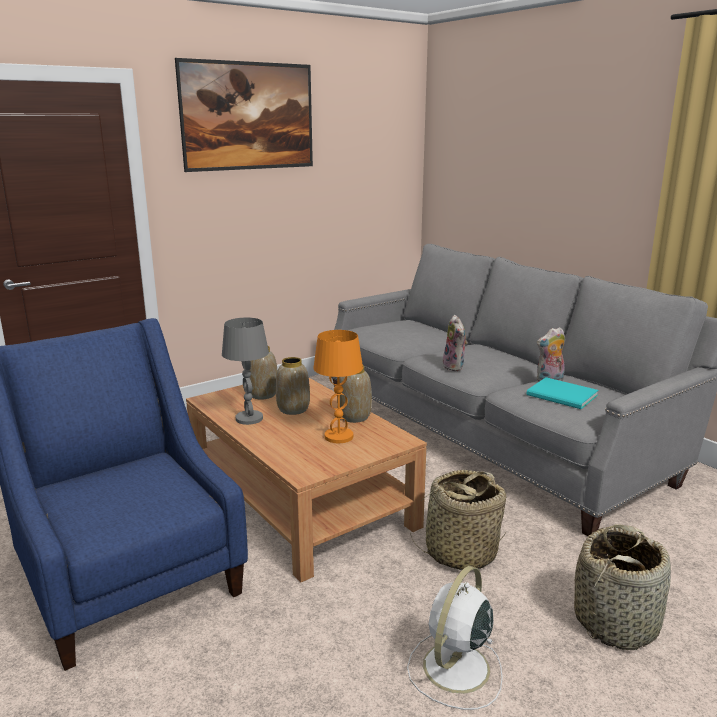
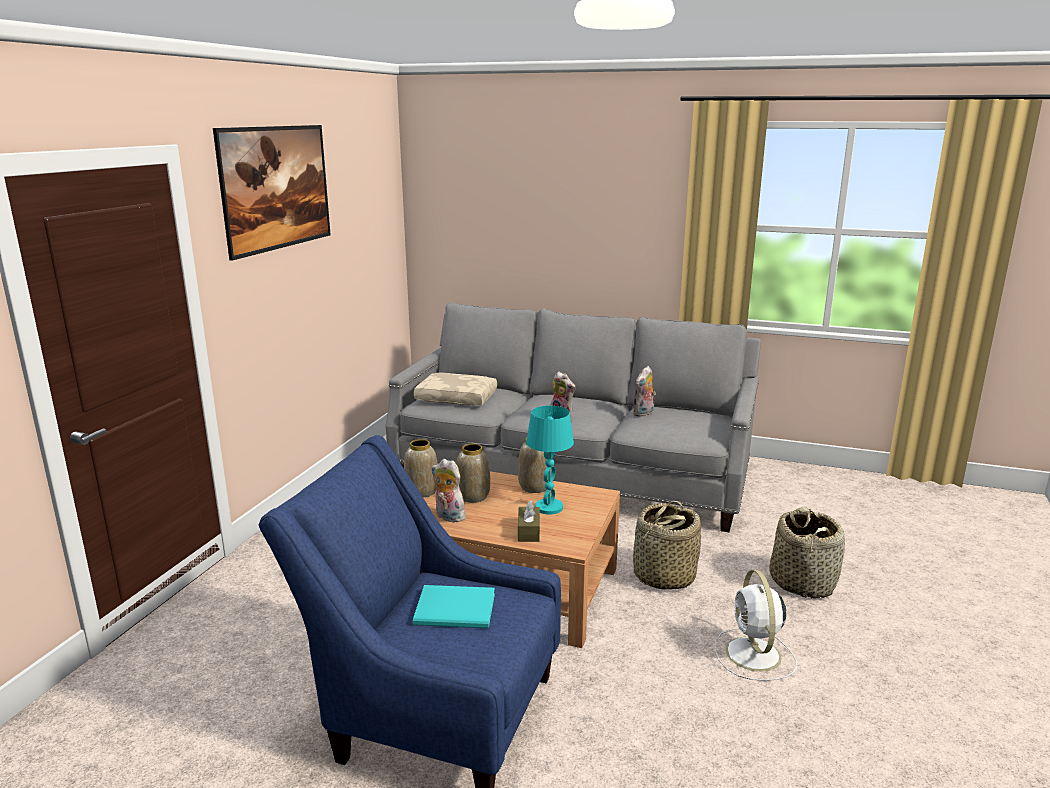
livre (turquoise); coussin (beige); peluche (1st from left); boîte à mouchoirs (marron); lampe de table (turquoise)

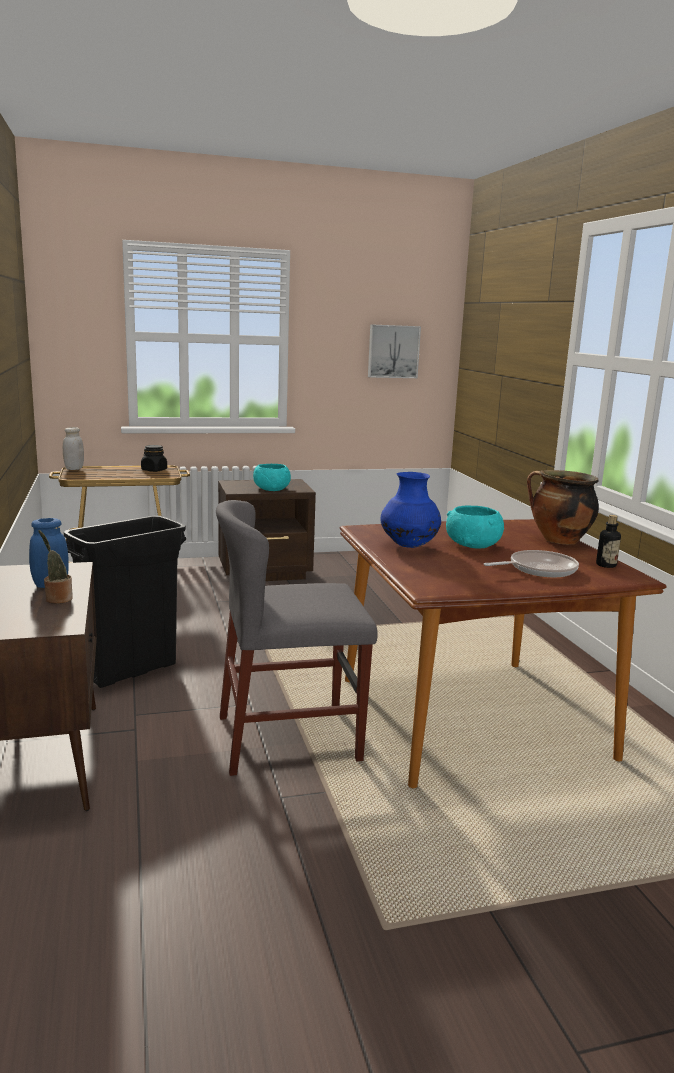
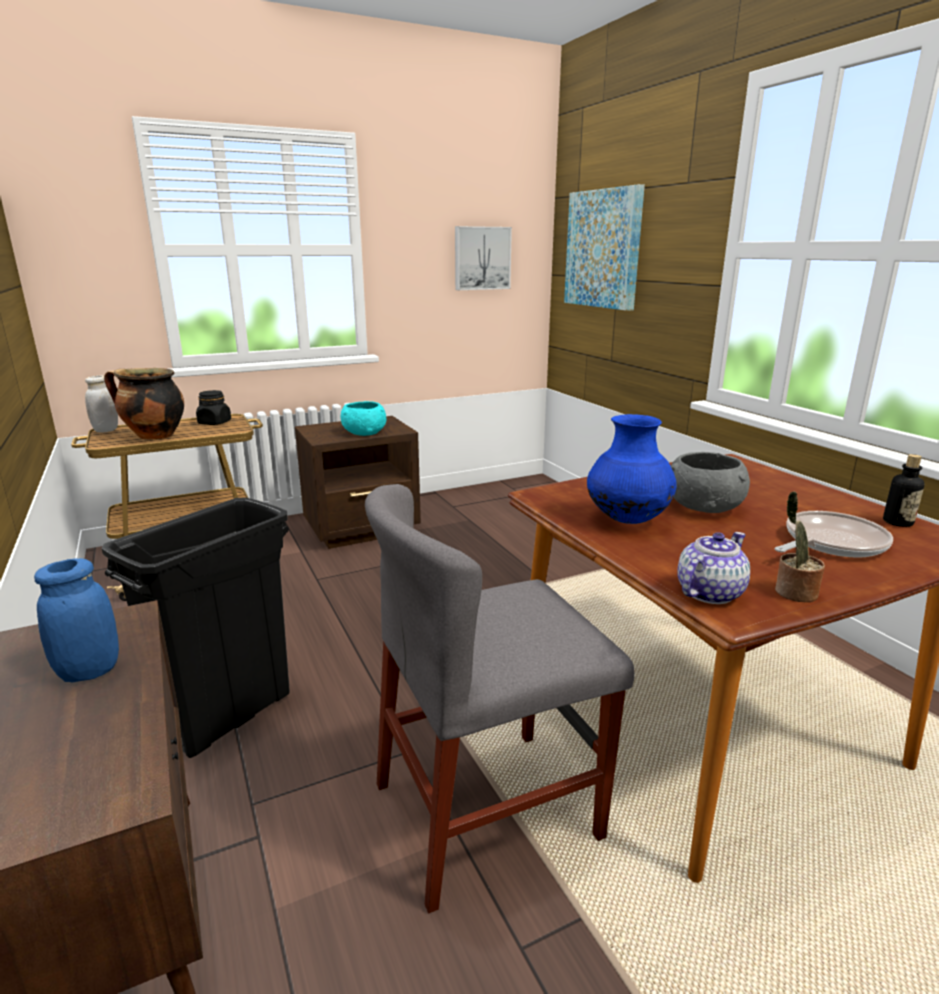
marmite; tableau (2nd from left); bol (gris); théière; plante en pot

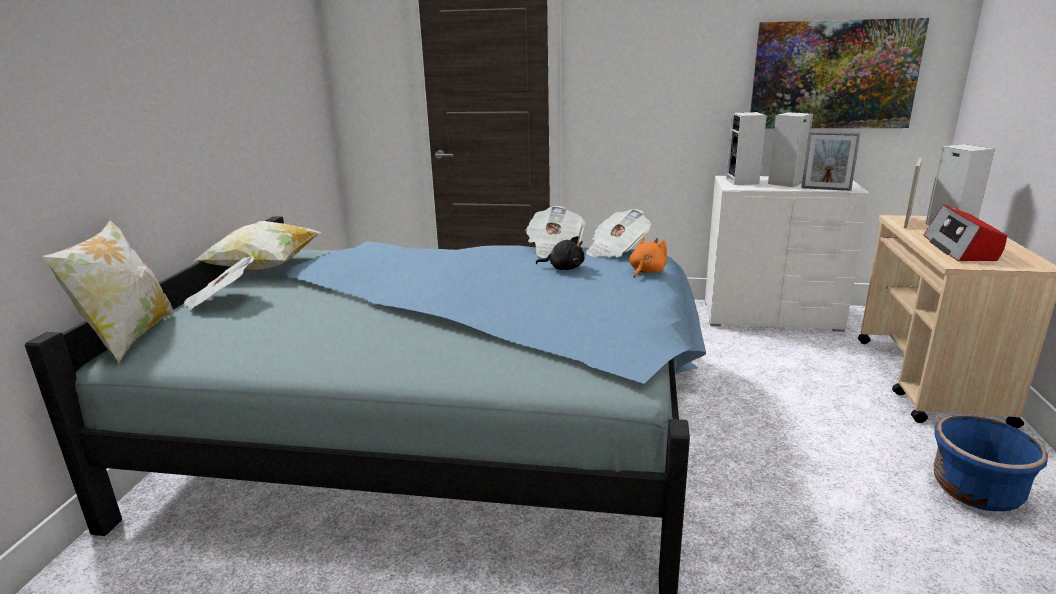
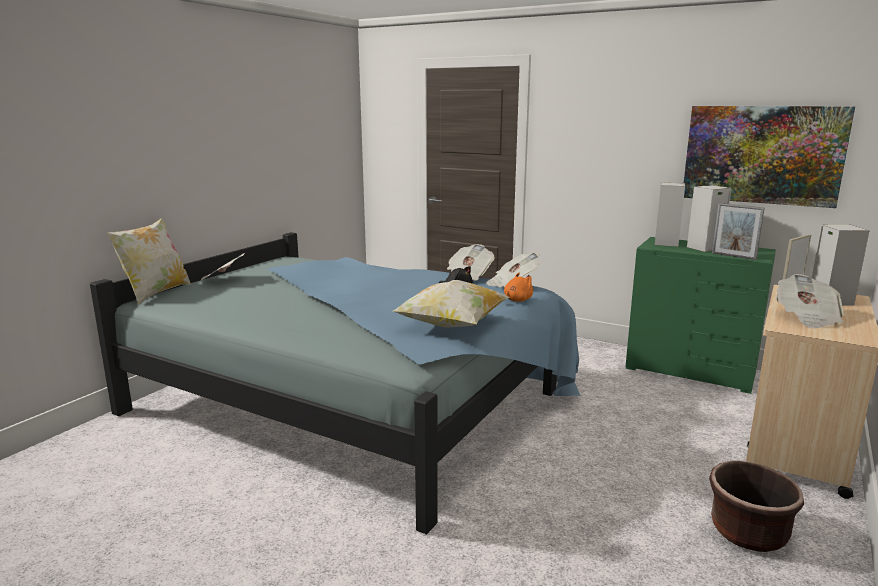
coussin (2nd from left); commode (vert); cache-pot (marron); journal (4th from left)

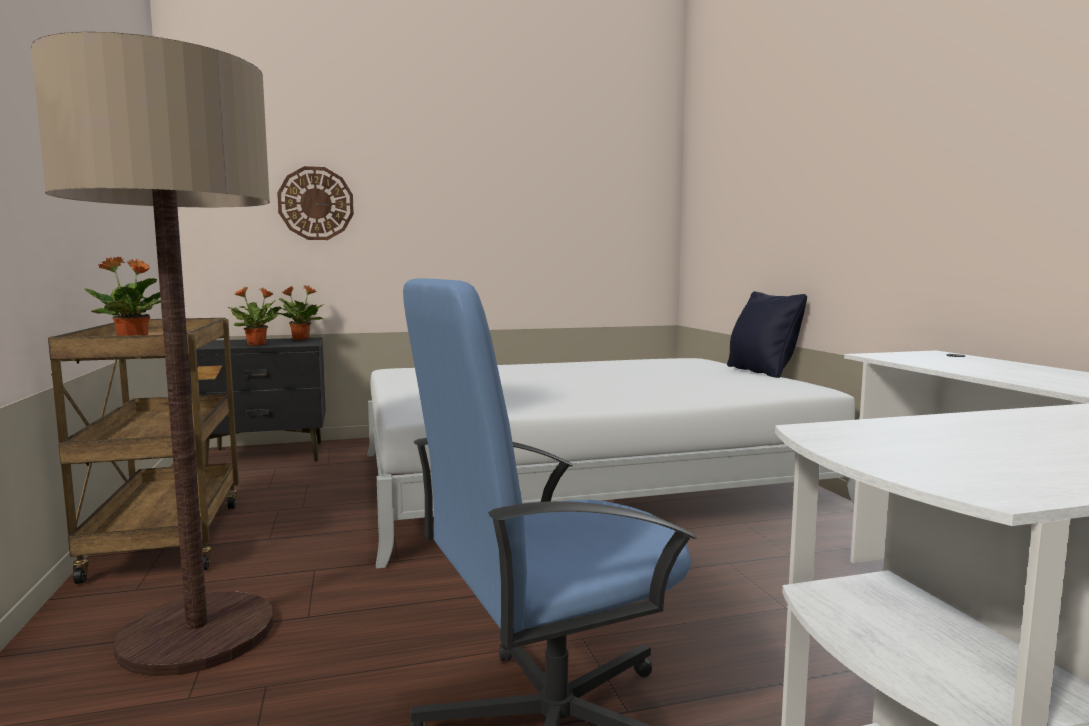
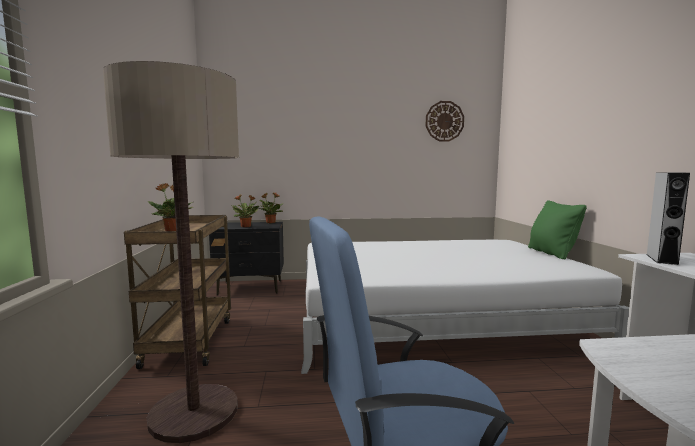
horloge murale; coussin (vert); enceinte (gris)

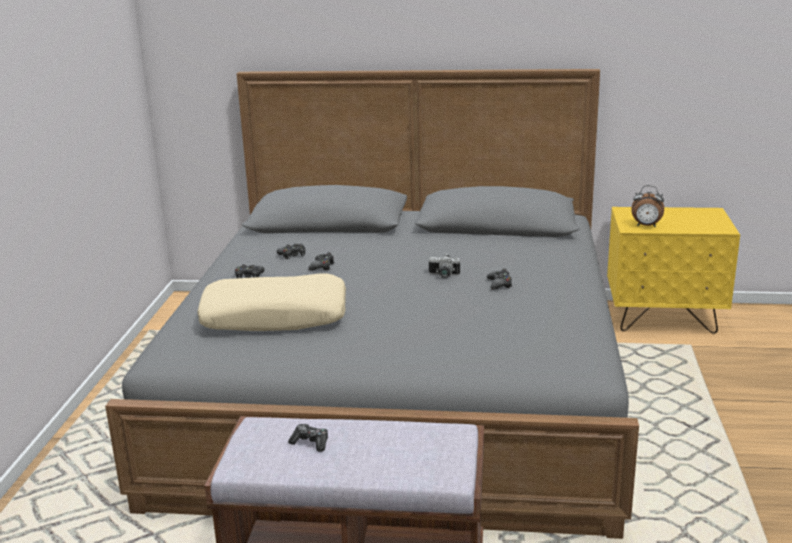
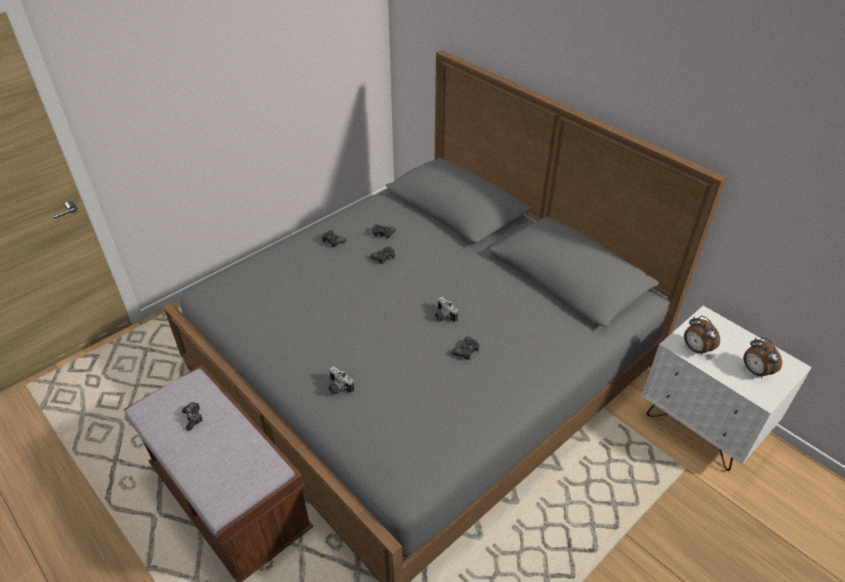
appareil photo (1st from left); table de chevet (blanc); réveil (2nd from left); coussin (beige)

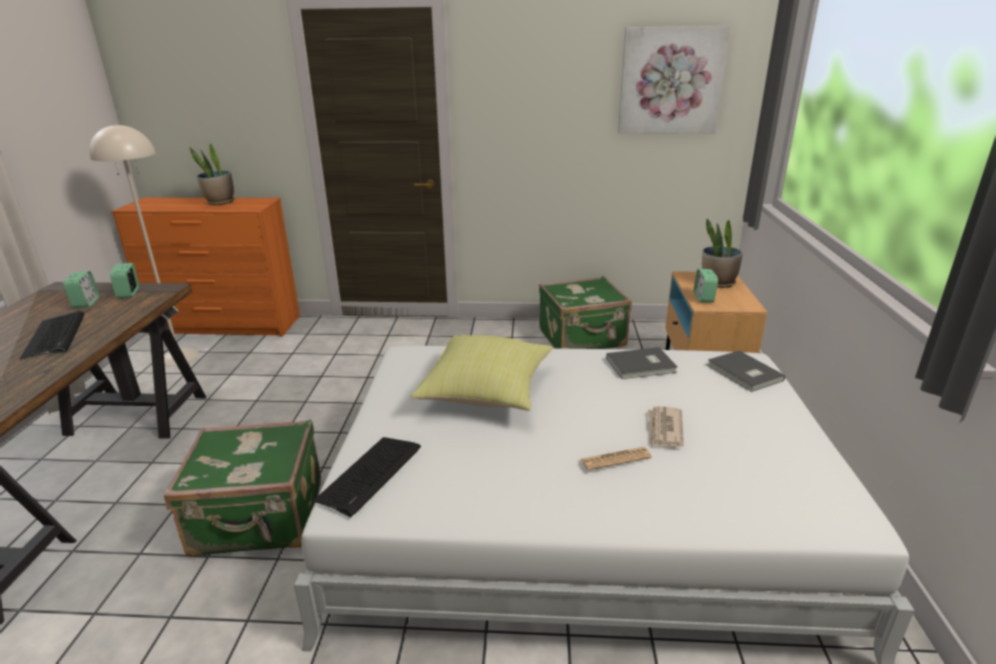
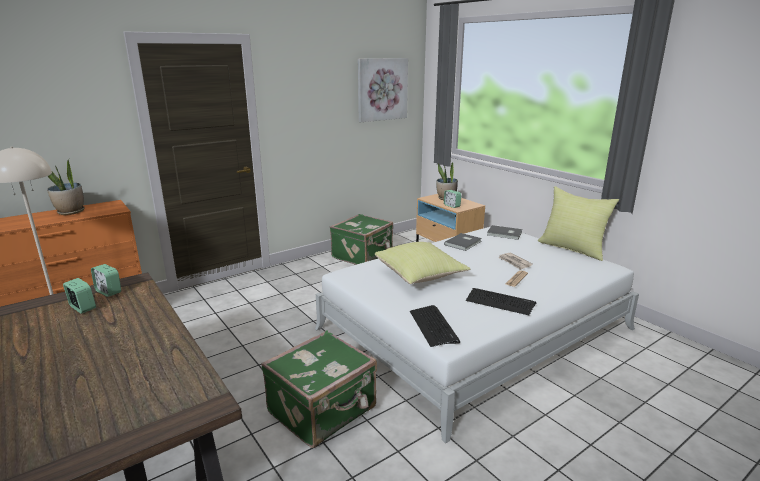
clavier (2nd from left); coussin (jaune) (2nd from left)

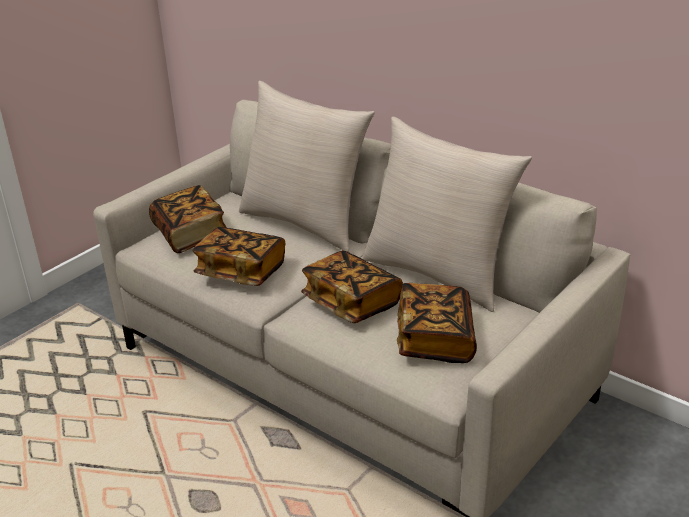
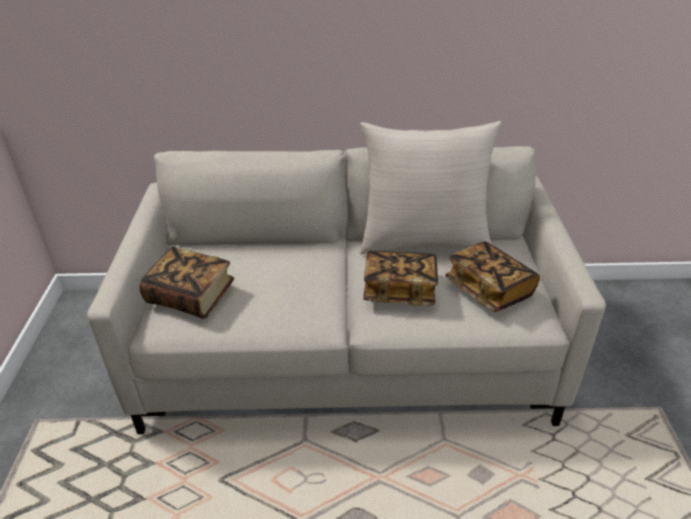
livre (2nd from left in the first image); coussin (beige) (1st from left in the first image)

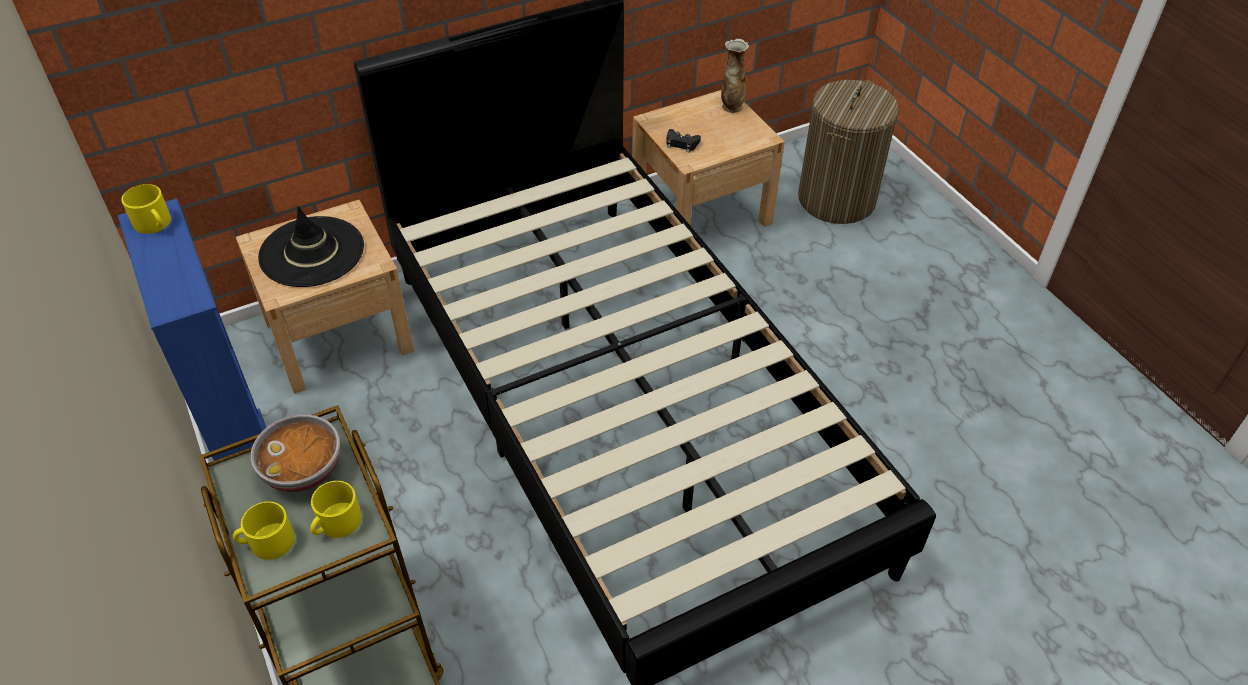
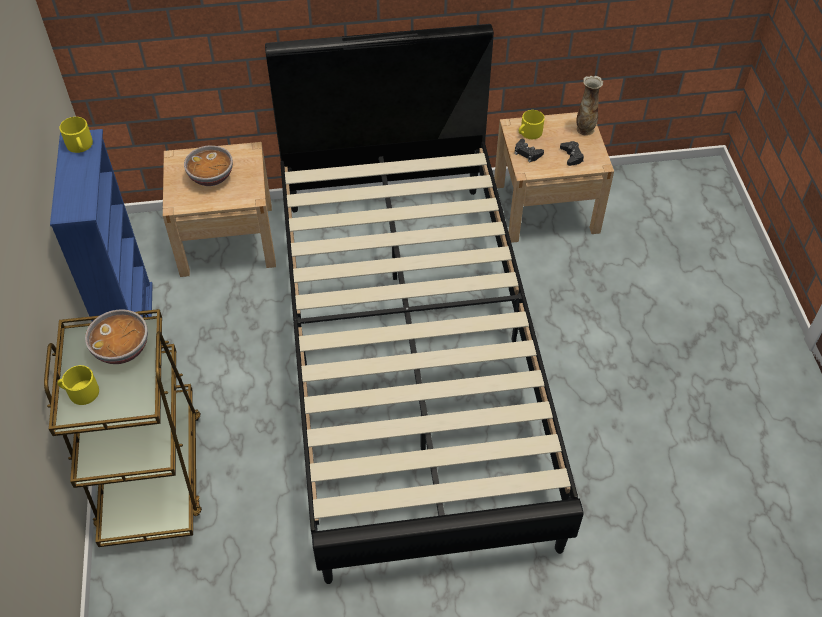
bol (2nd from left); mug (jaune) (3rd from left); manette (noir) (2nd from left); panier à linge

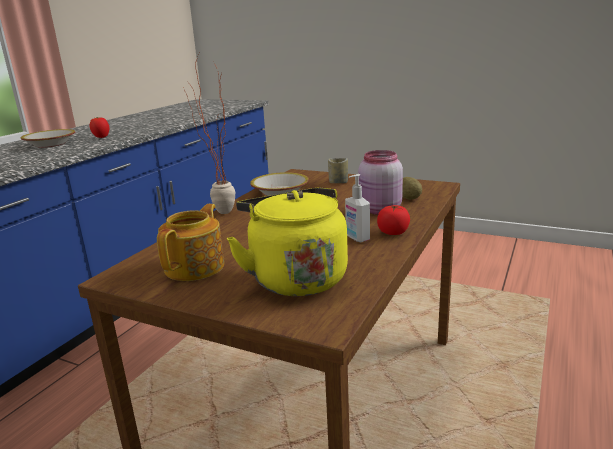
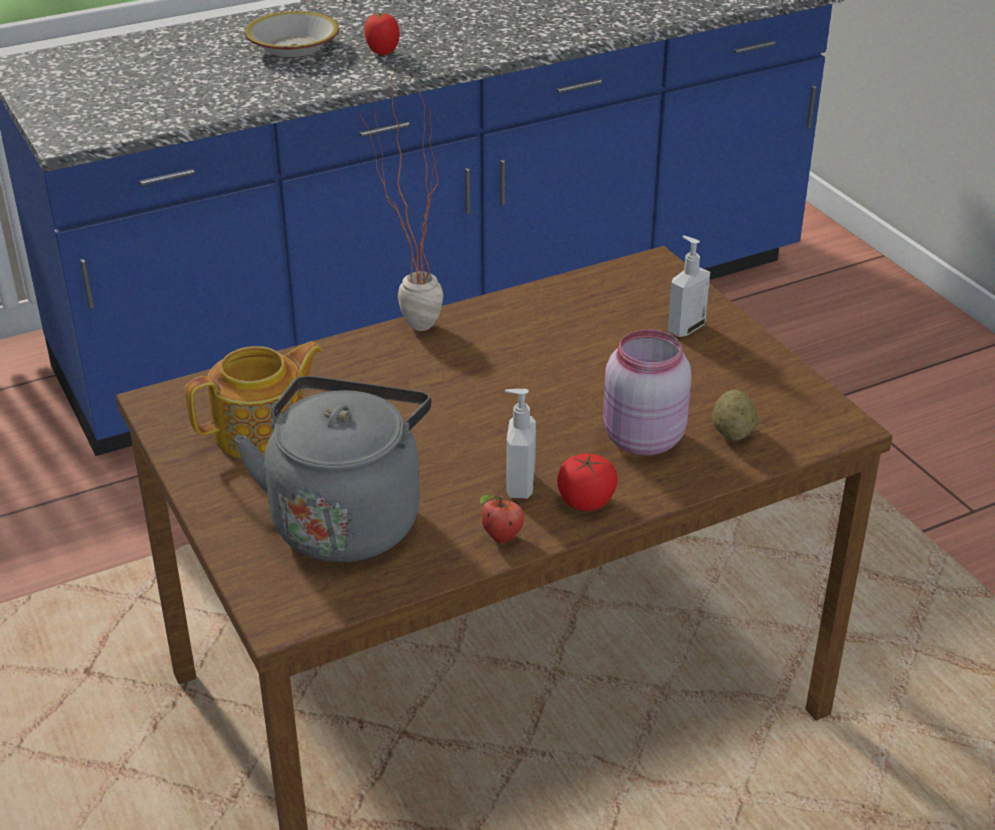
bouilloire (gris); pomme; distributeur de savon (2nd from left); bol (2nd from left in the first image)

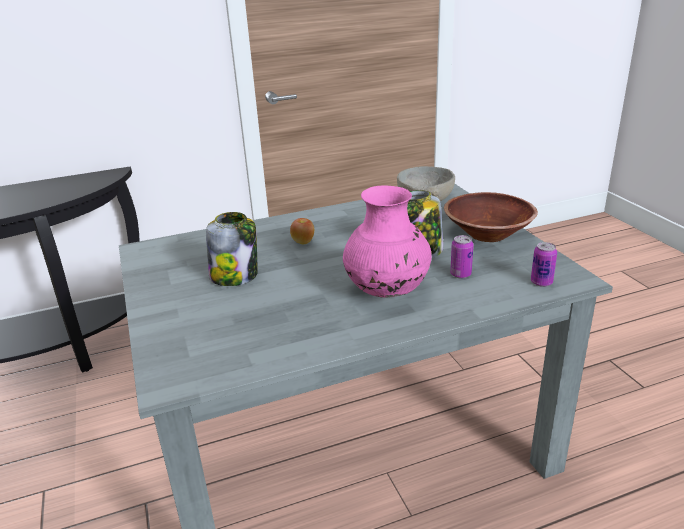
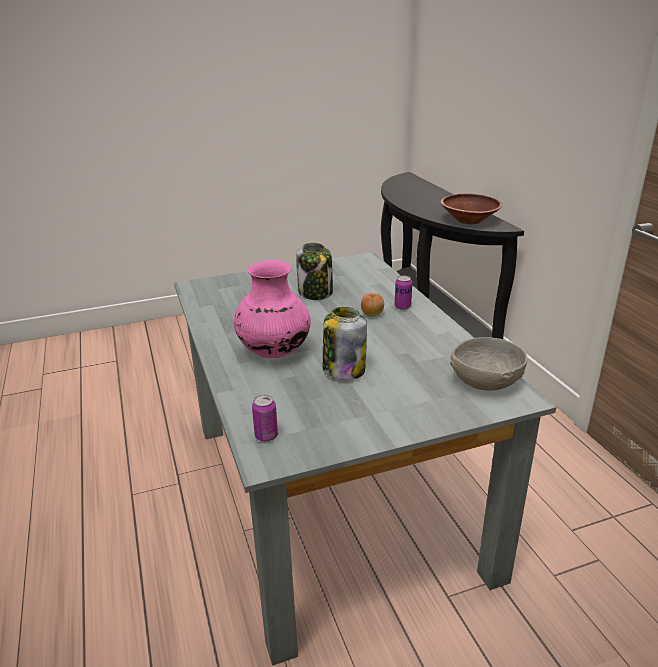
boîte métallique (2nd from left); bol (marron)

